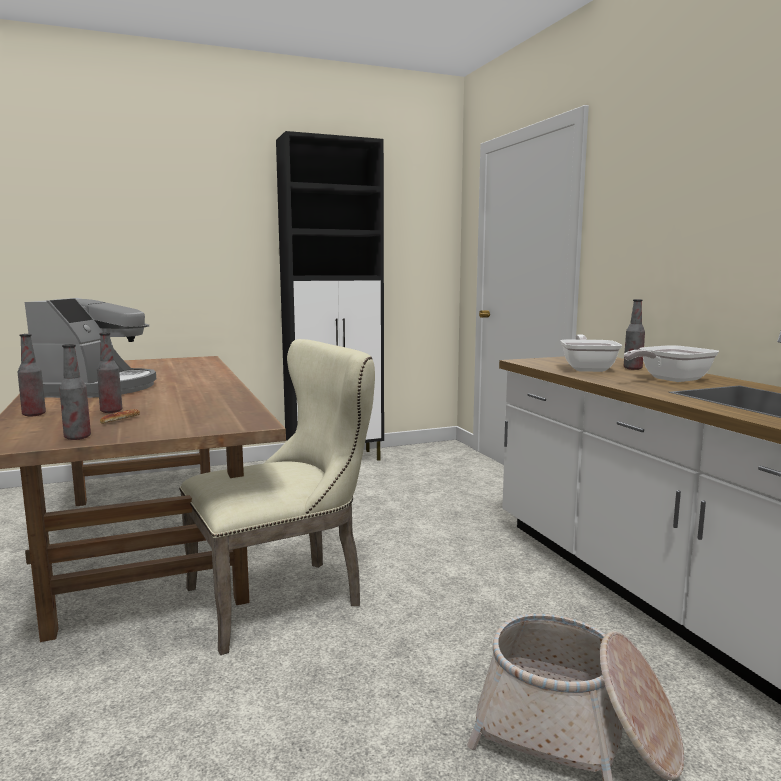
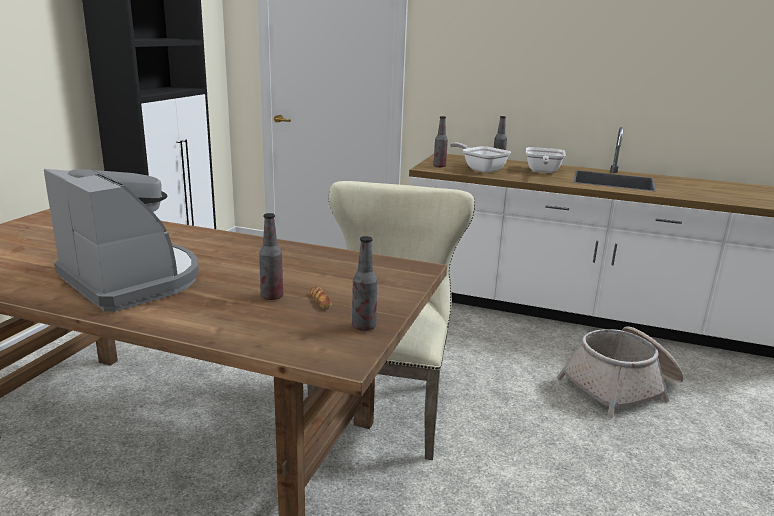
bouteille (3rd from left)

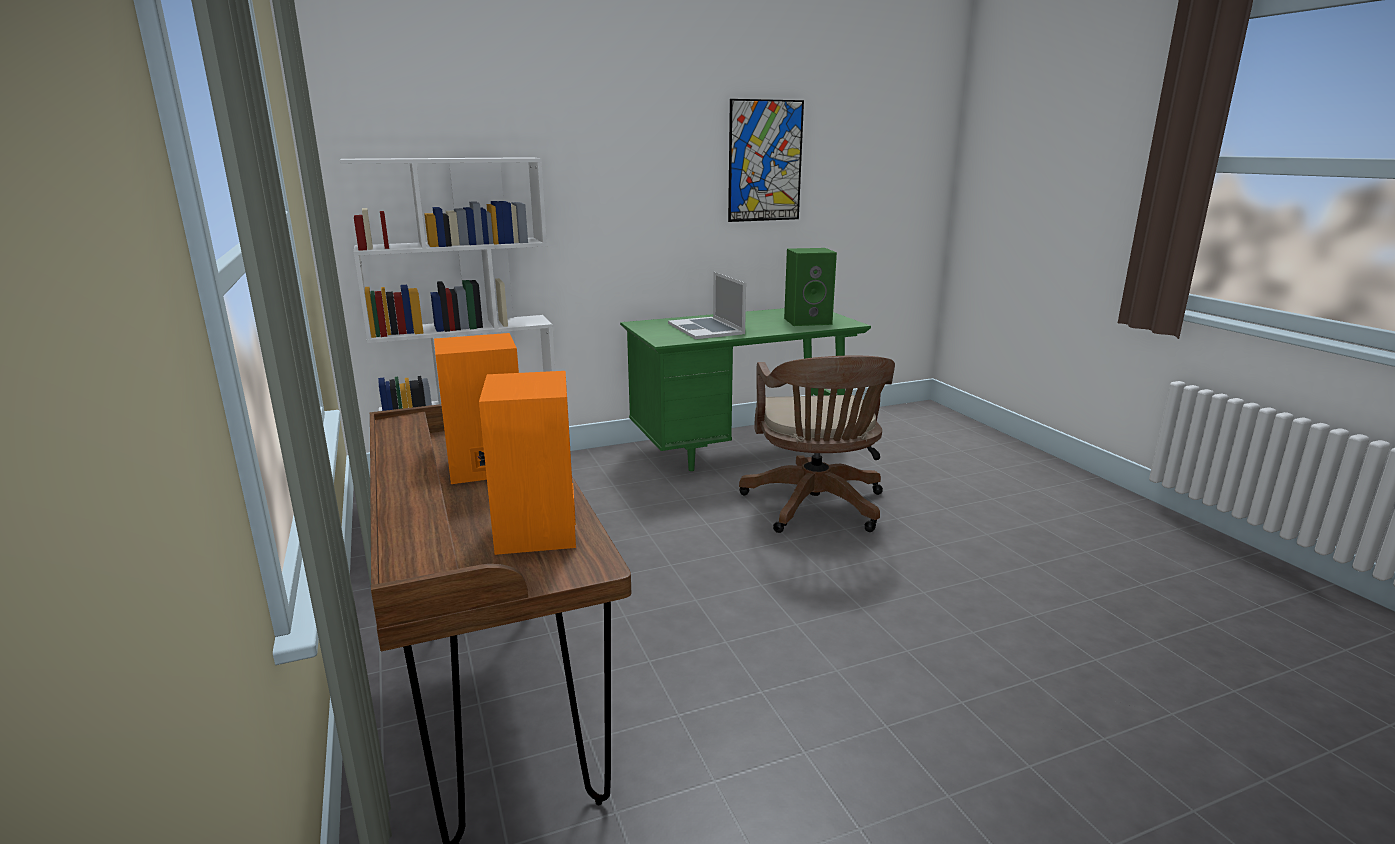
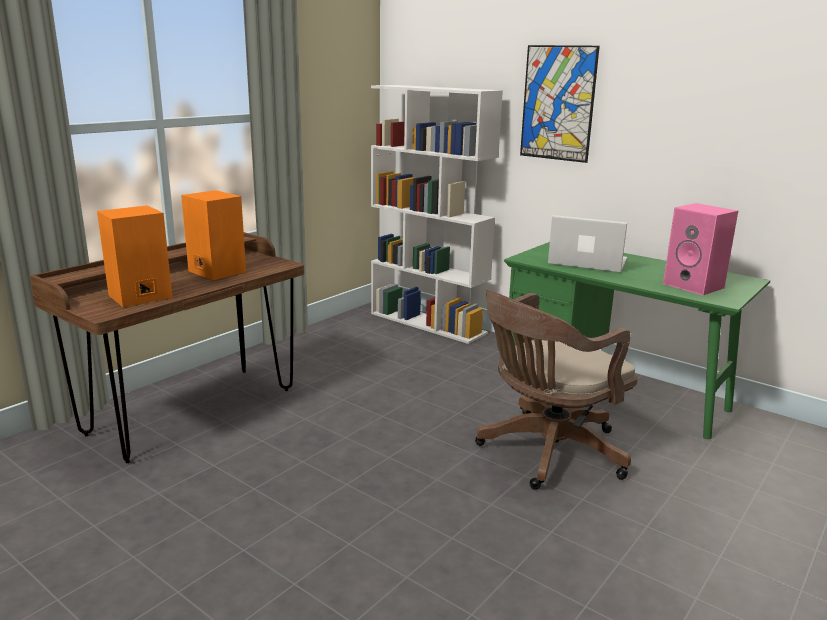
tableau; ordinateur portable; enceinte (rose)

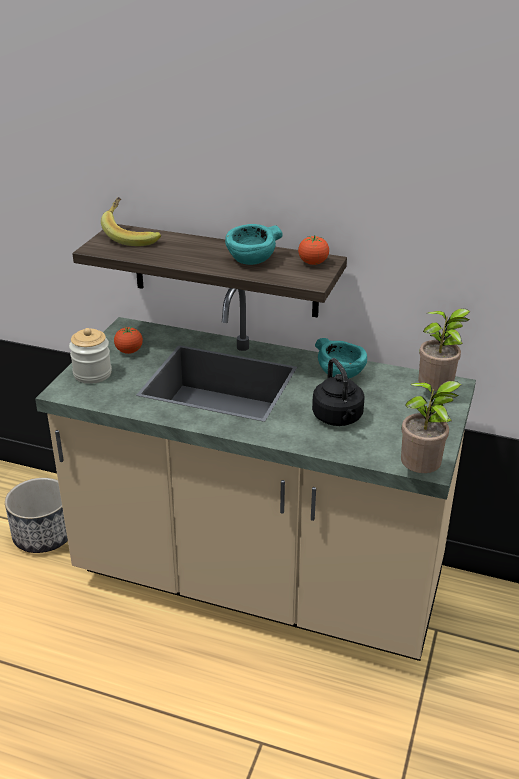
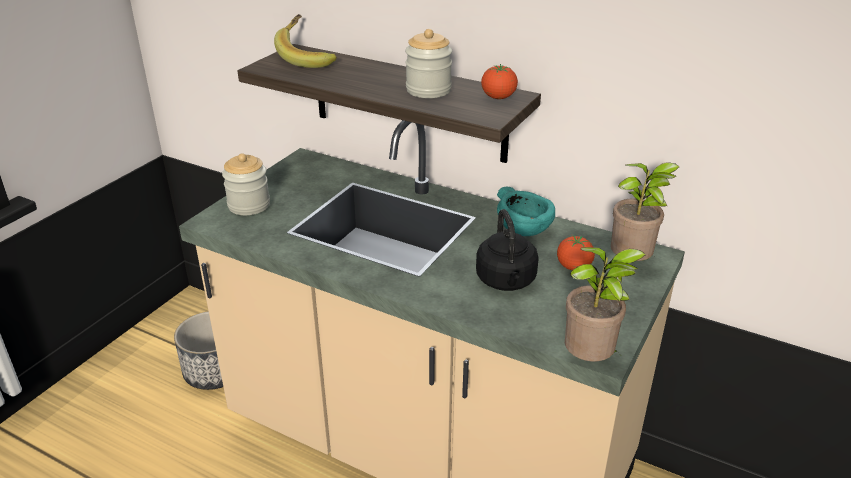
bocal (2nd from left); tomate (2nd from left)

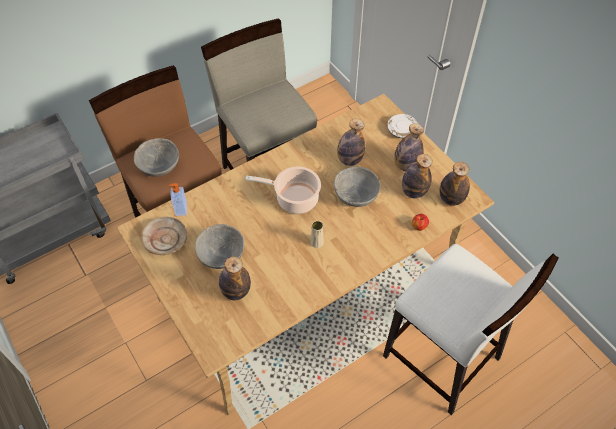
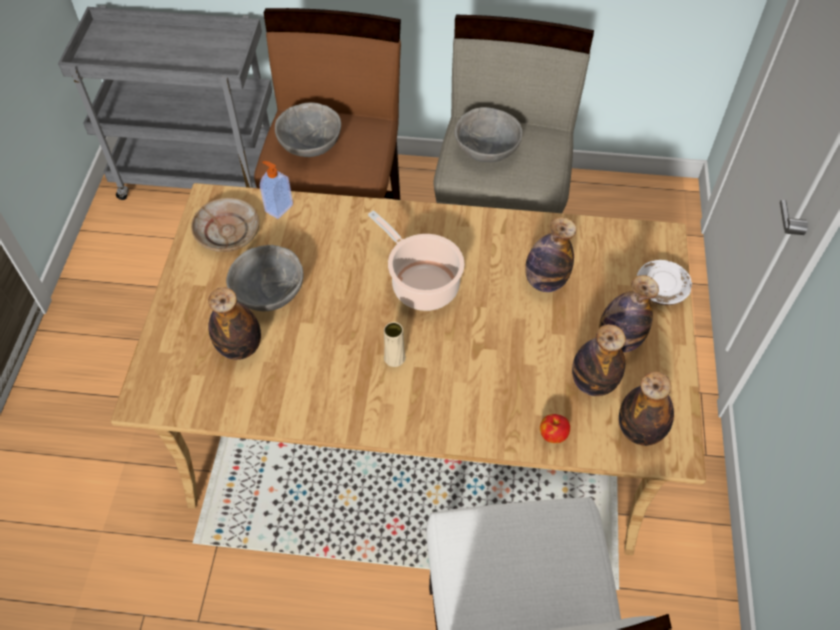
bol (gris) (3rd from left)

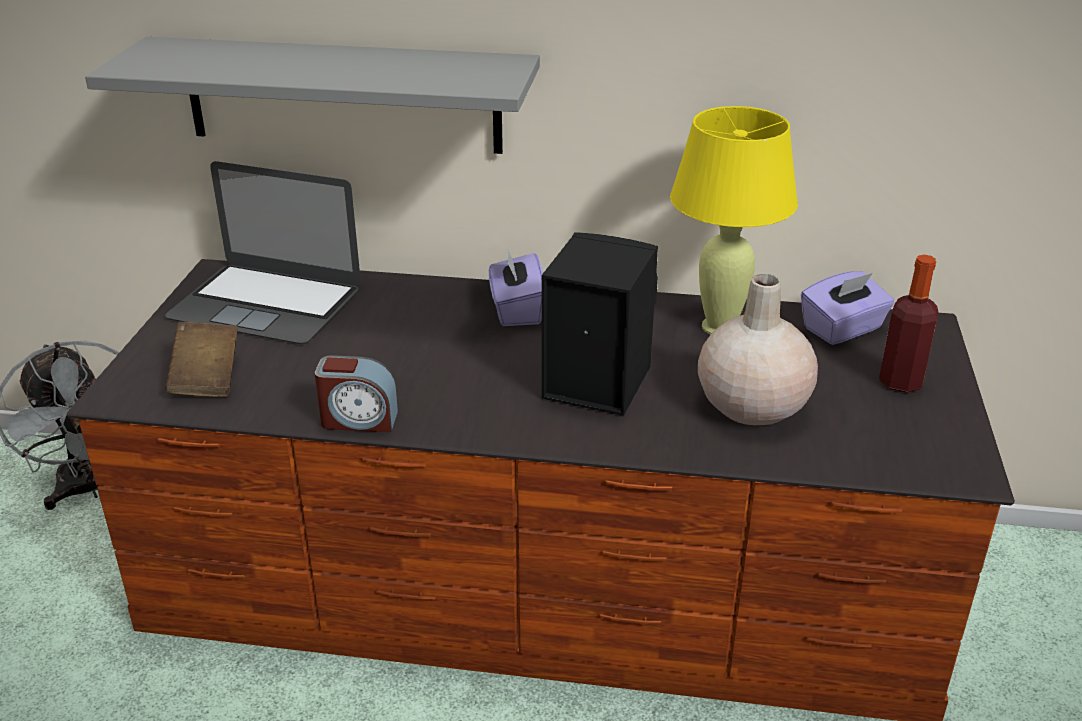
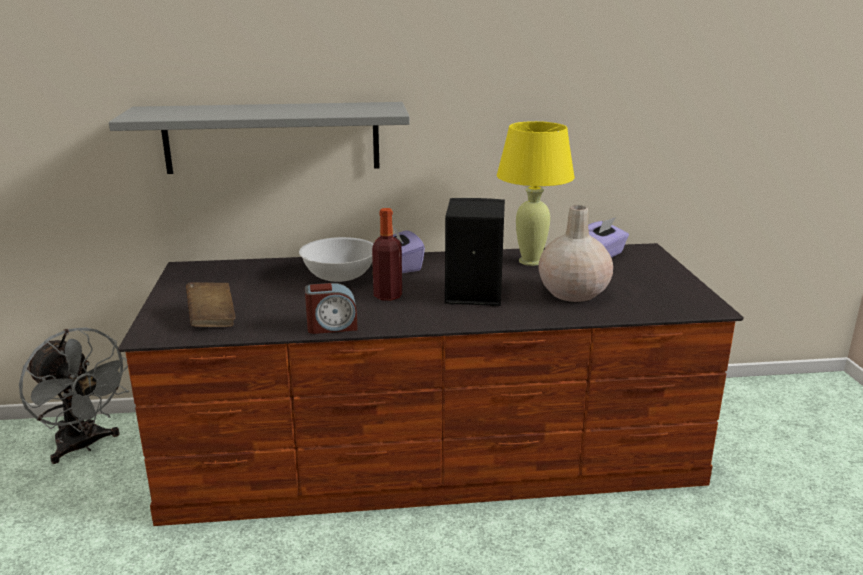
bol (blanc); bouteille; ordinateur portable

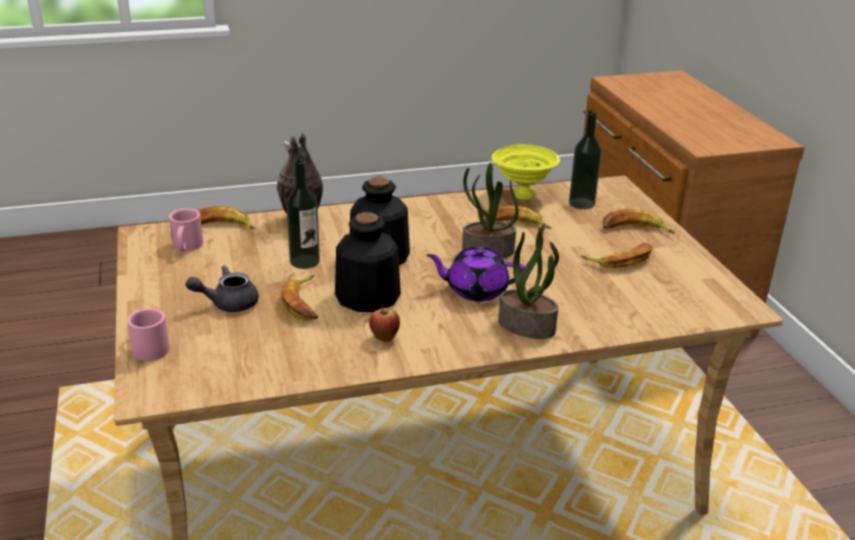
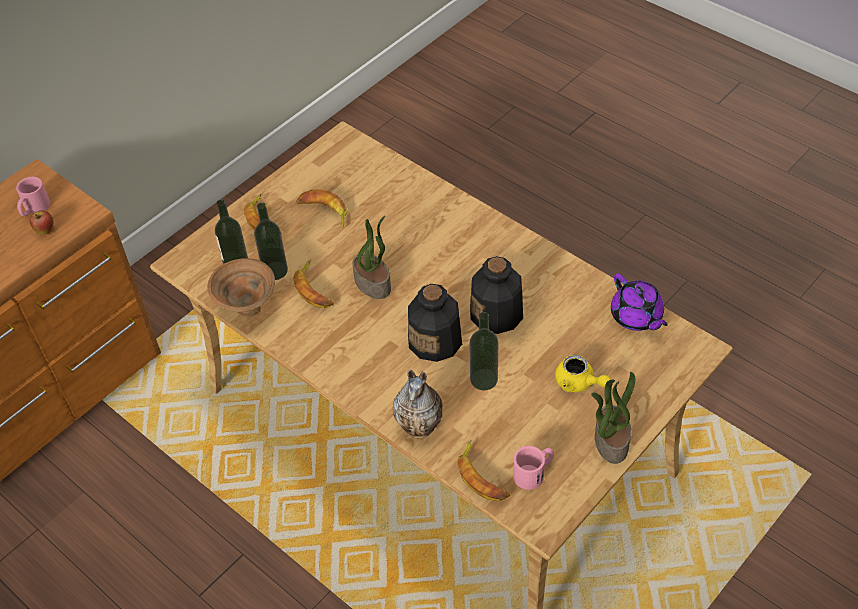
mug (rose) (1st from left); pomme; bol (marron); bouteille (2nd from left); théière (jaune); plante en pot (2nd from left); théière (violet); banane (2nd from left in the first image)

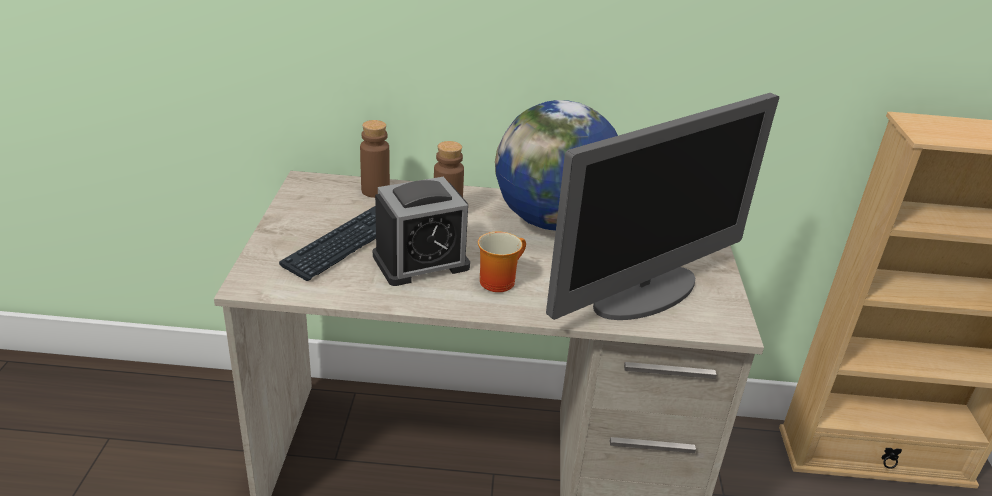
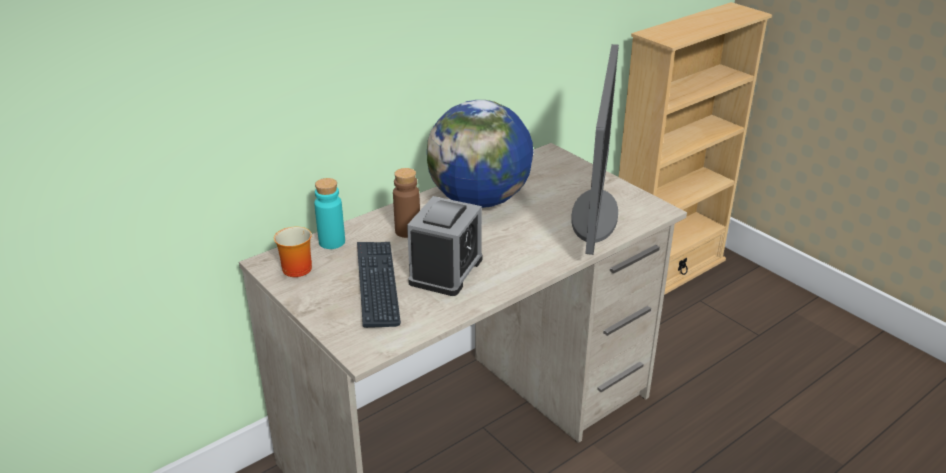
mug; bouteille (turquoise)

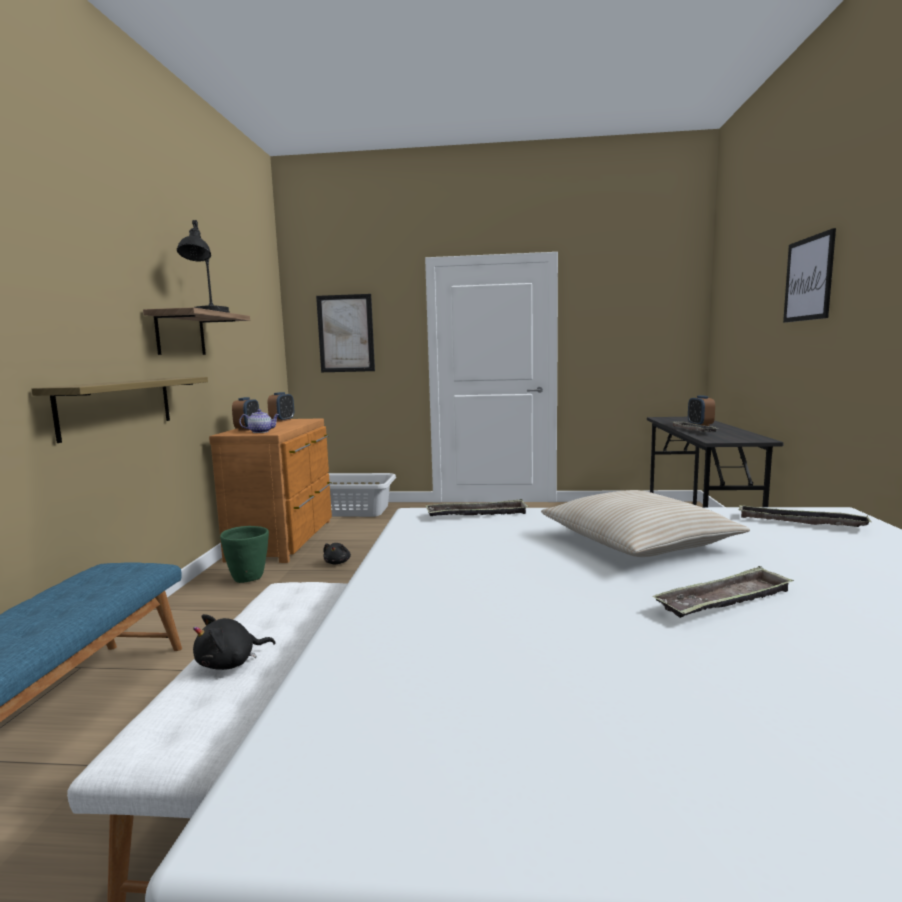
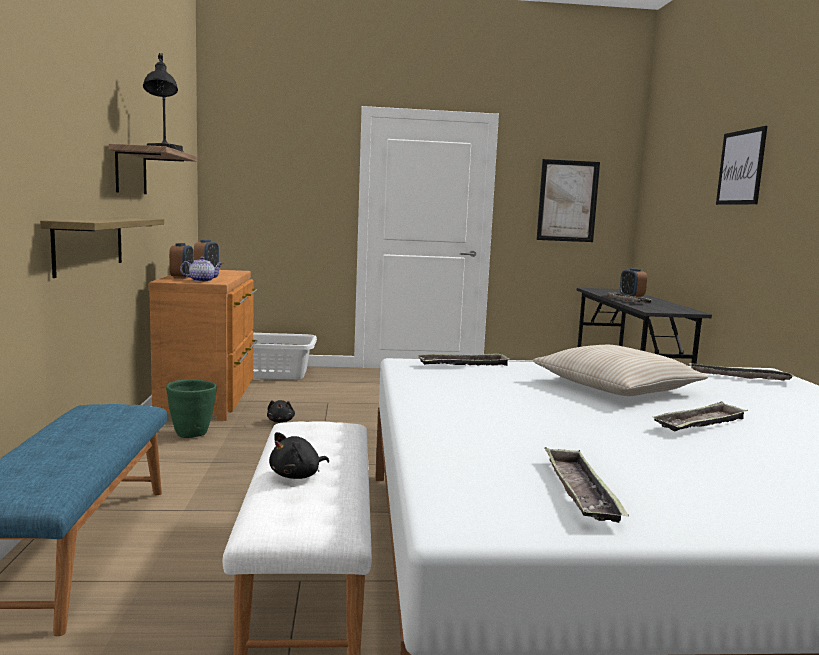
tableau (1st from left); plateau (2nd from left)

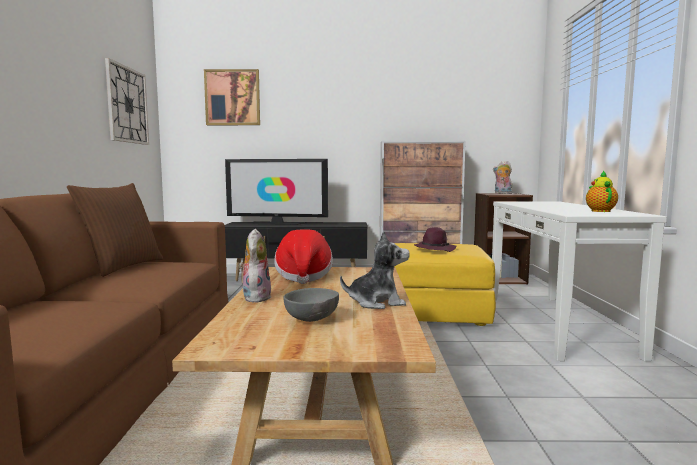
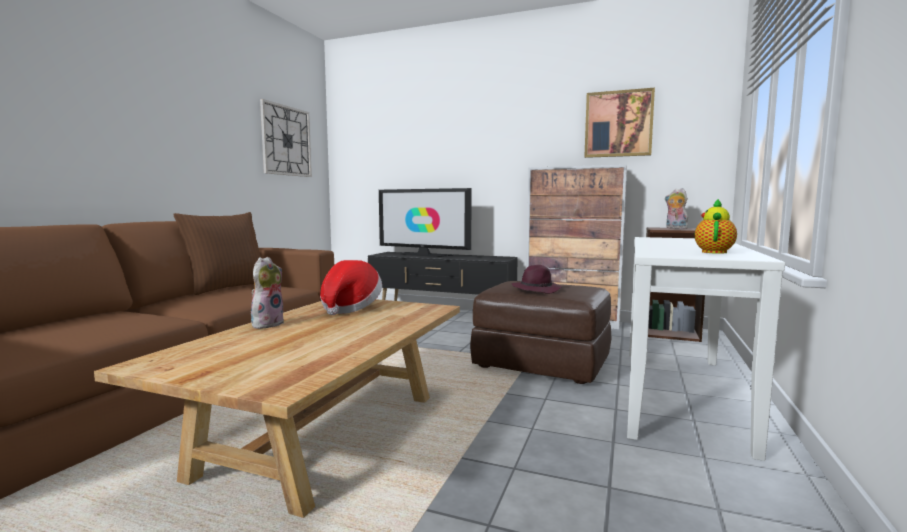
pouf (marron); tableau; bol (gris); peluche (2nd from left in the first image)

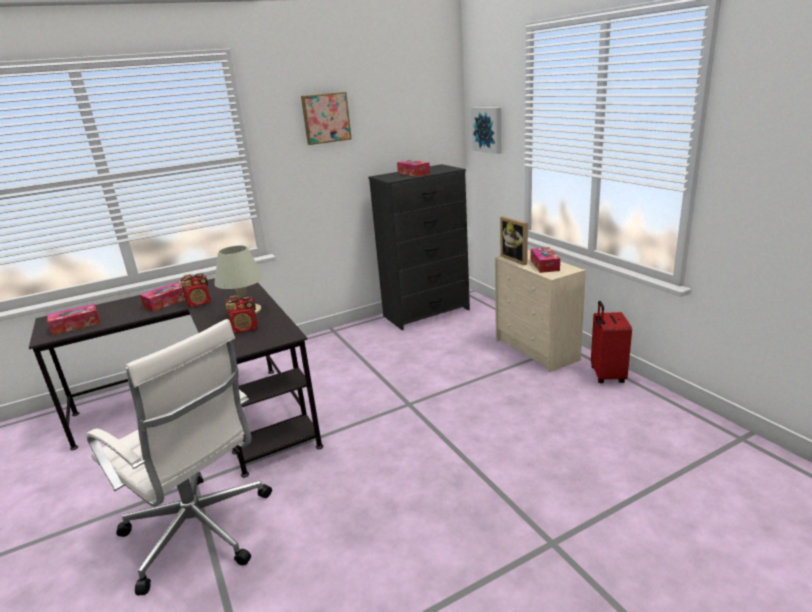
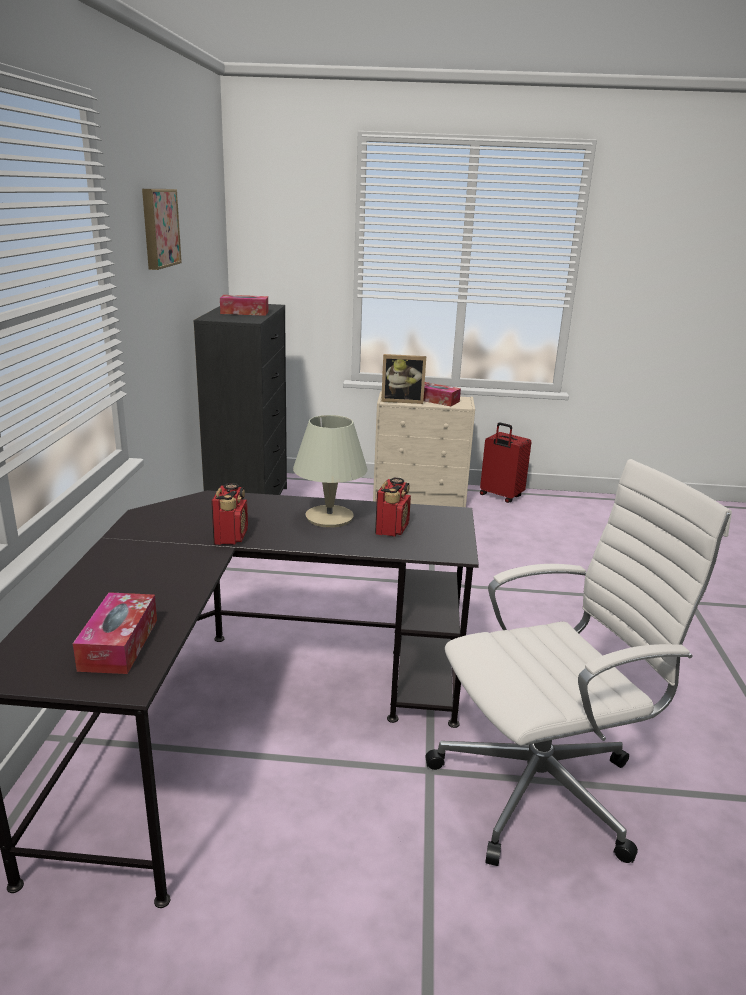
boîte à mouchoirs (2nd from left in the first image); tableau (2nd from left in the first image)

